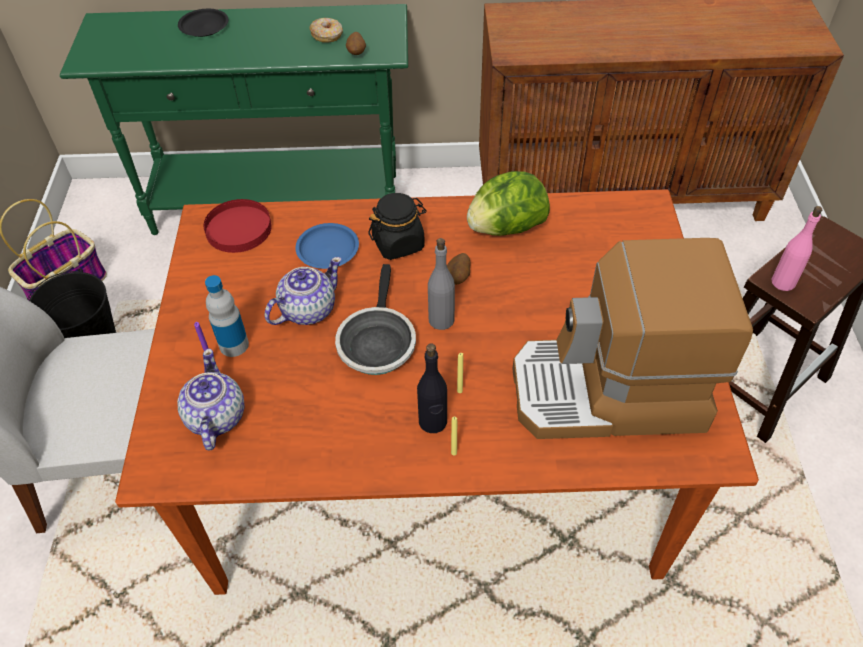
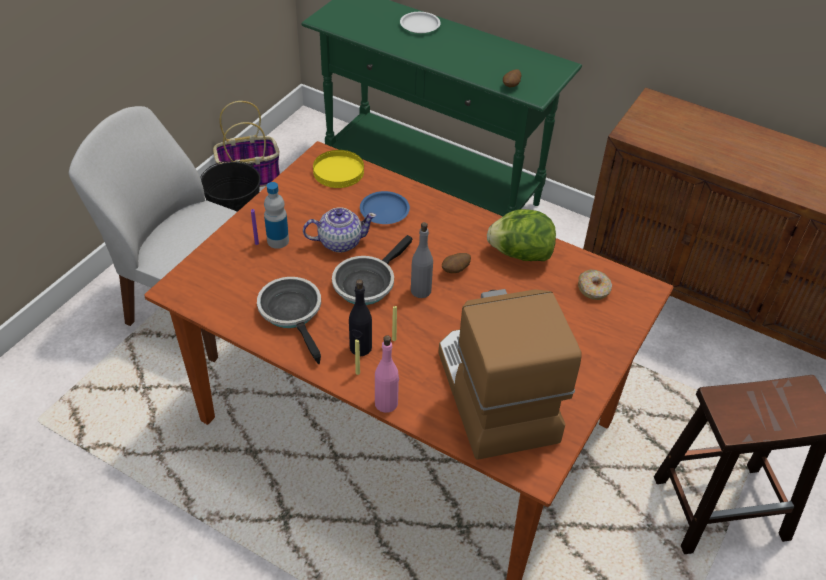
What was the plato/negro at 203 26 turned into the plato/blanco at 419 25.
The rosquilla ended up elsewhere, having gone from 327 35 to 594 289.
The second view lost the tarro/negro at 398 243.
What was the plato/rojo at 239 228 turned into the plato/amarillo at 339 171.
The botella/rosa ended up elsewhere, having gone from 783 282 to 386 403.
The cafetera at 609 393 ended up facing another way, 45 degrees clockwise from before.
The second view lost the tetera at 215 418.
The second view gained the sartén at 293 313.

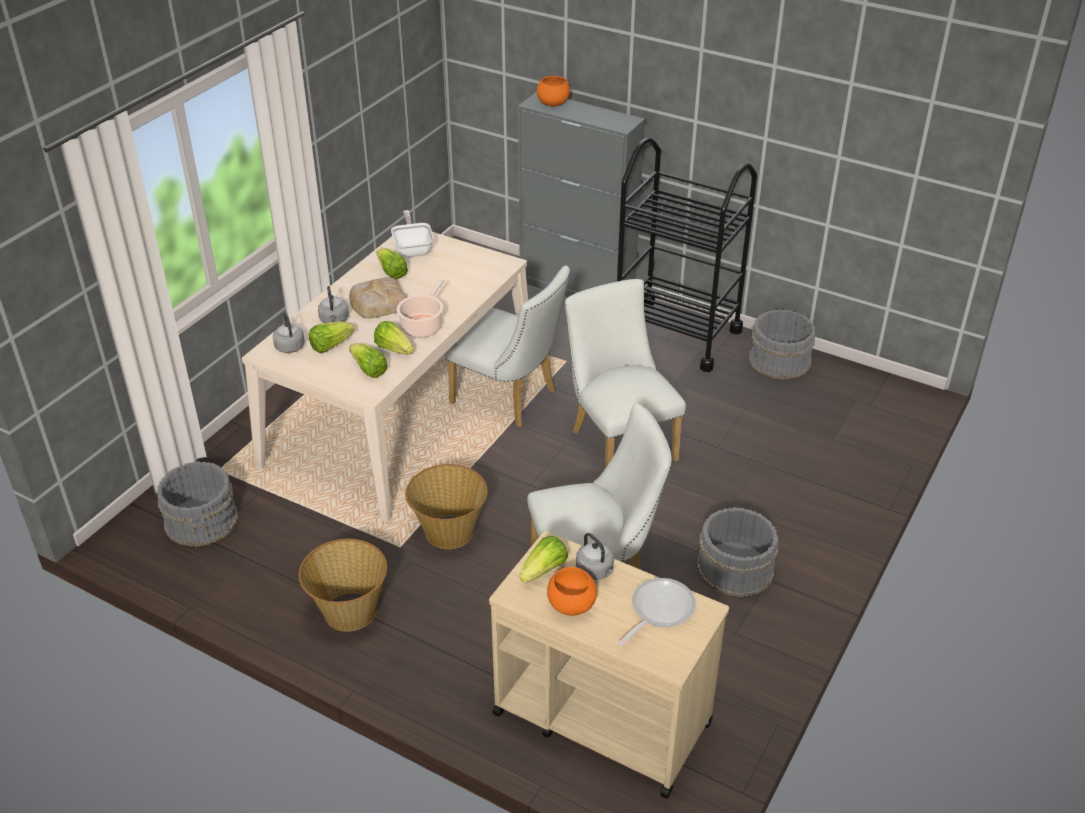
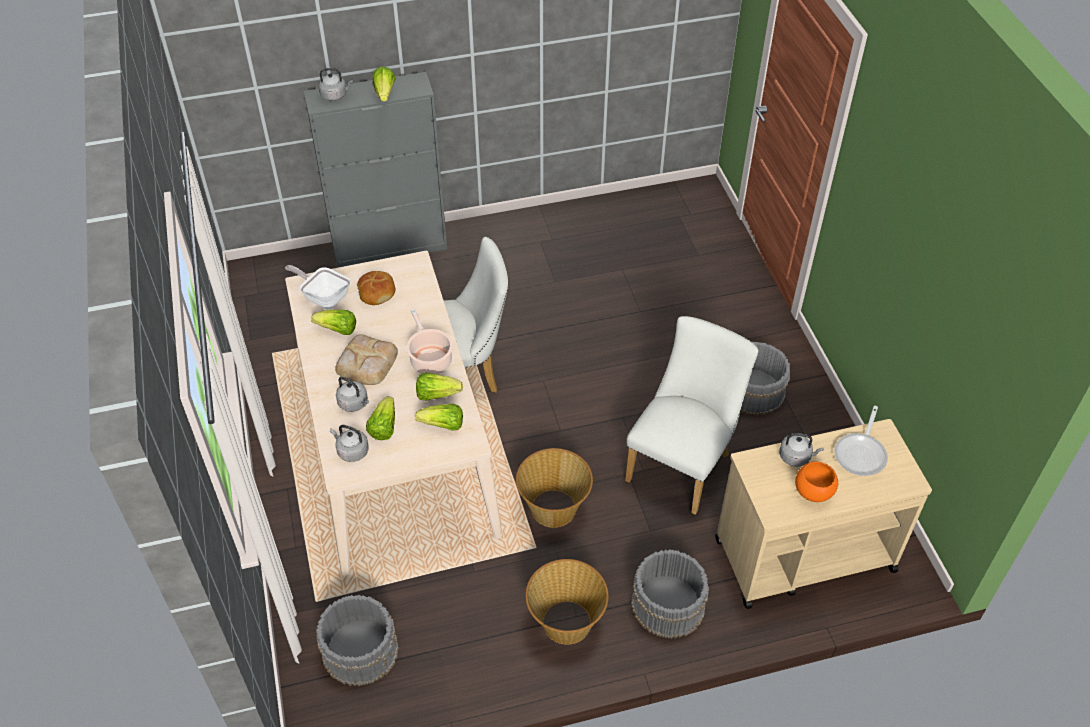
Where the cuenco/naranja stood at 554 103, the hervidor/gris came to stand at 335 95.
The second view lost the carrito/negro at 676 334.
The second view lost the silla/blanco at 619 441.
The cubo/gris ended up elsewhere, having gone from 778 359 to 667 605.
The lechuga ended up elsewhere, having gone from 544 570 to 385 93.
The sartén at 658 611 ended up facing another way, 150 degrees counterclockwise from before.
The second view gained the pan at 377 292.

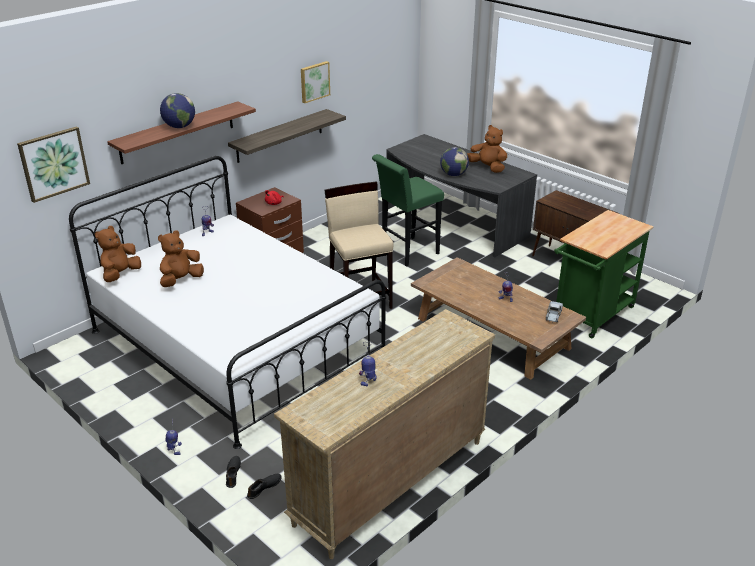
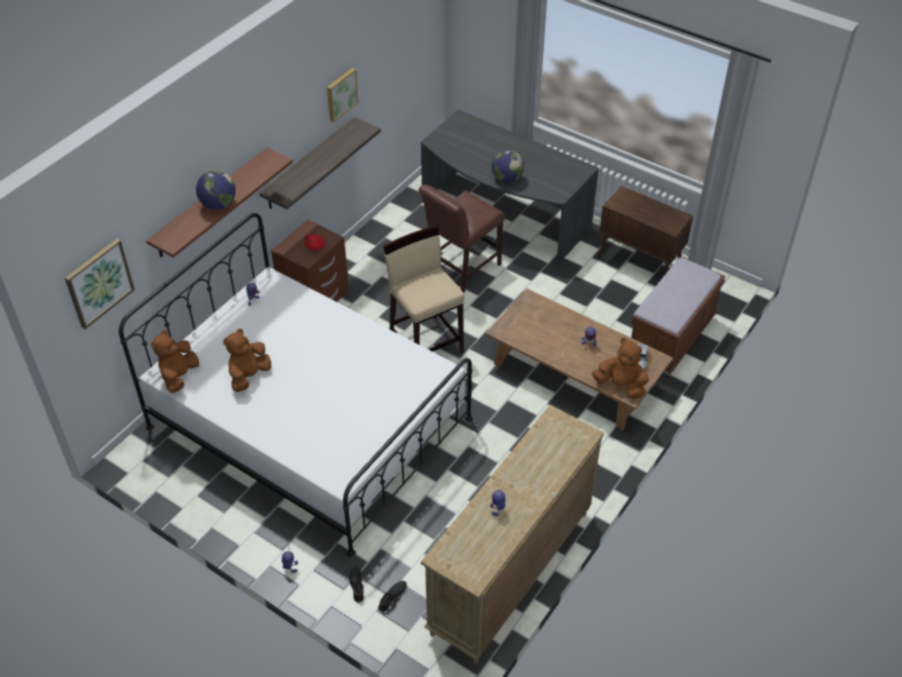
The peluche/marrón ended up elsewhere, having gone from 487 167 to 621 386.
Where the taburete/verde stood at 406 253, the silla/marrón came to stand at 460 269.
Where the carrito/verde stood at 590 316, the banco/marrón came to stand at 671 337.

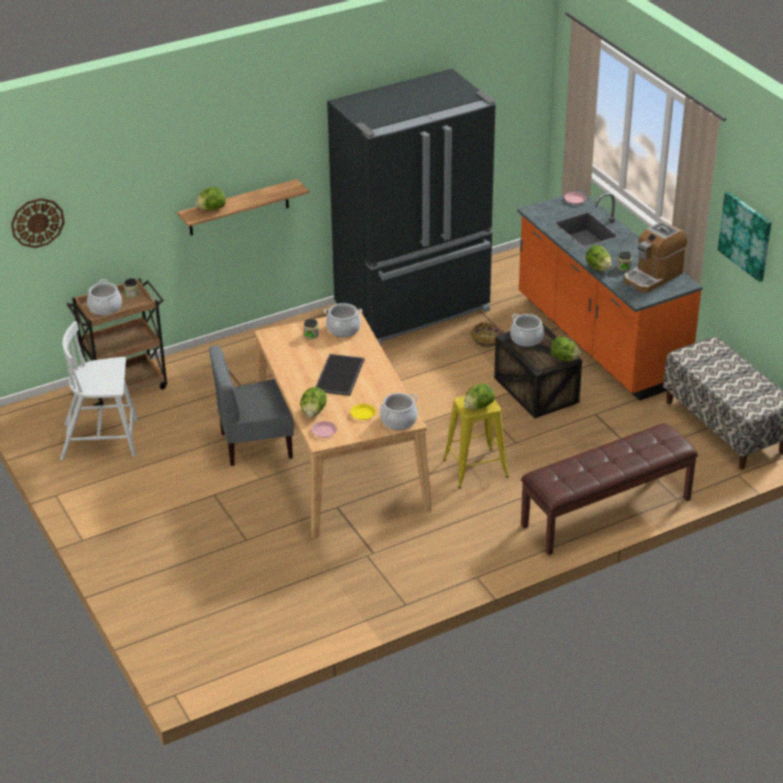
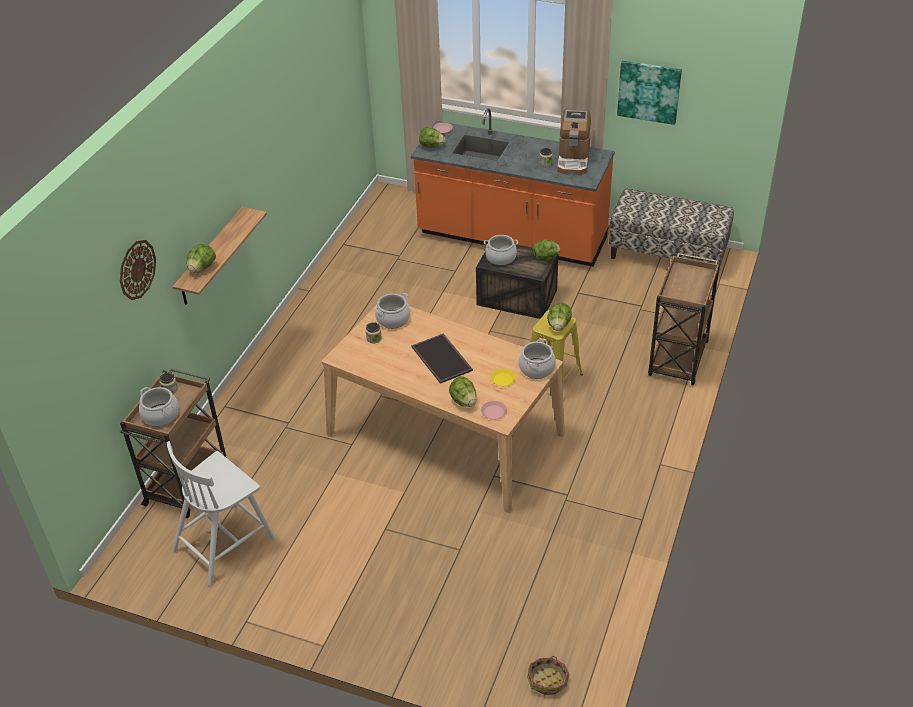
The second view lost the nevera/negro at 414 309.
The reloj de pared ended up elsewhere, having gone from 37 222 to 137 269.
The lechuga ended up elsewhere, having gone from 598 268 to 431 146.
The cesta ended up elsewhere, having gone from 487 340 to 548 680.
The second view lost the silla/gris at 256 445.
Where the banco/marrón stood at 606 513, the carrito/marrón came to stand at 678 360.

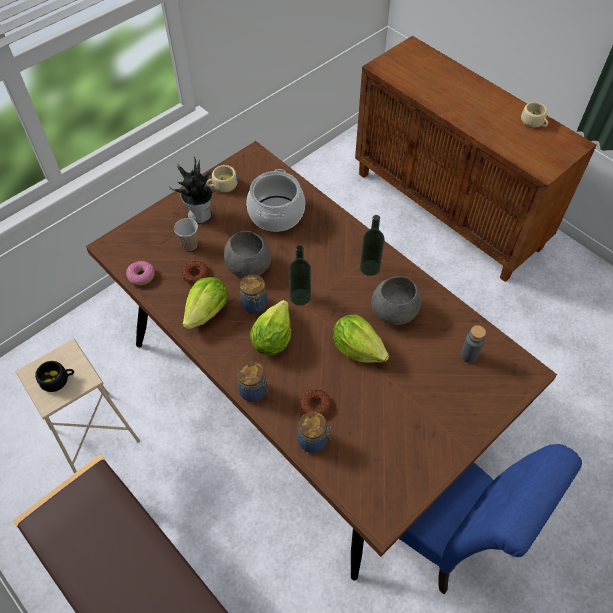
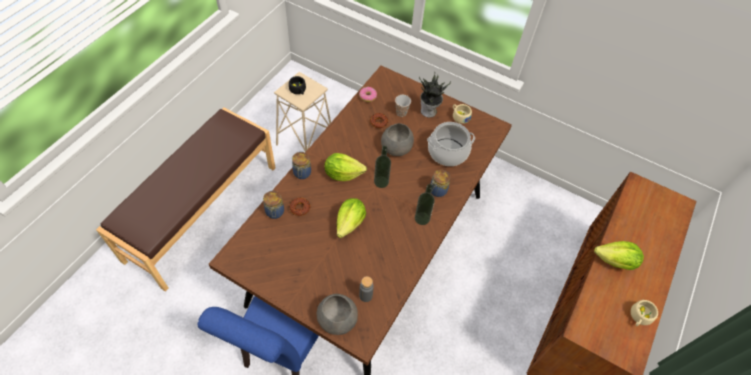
The tarro ended up elsewhere, having gone from 255 305 to 437 191.
The cuenco/gris ended up elsewhere, having gone from 395 310 to 338 319.
The lechuga ended up elsewhere, having gone from 207 312 to 615 262.

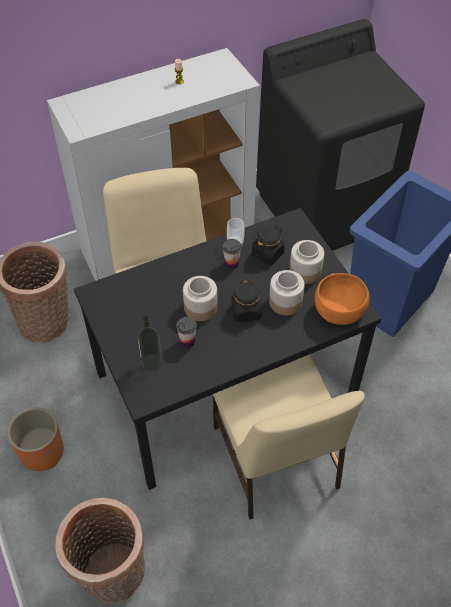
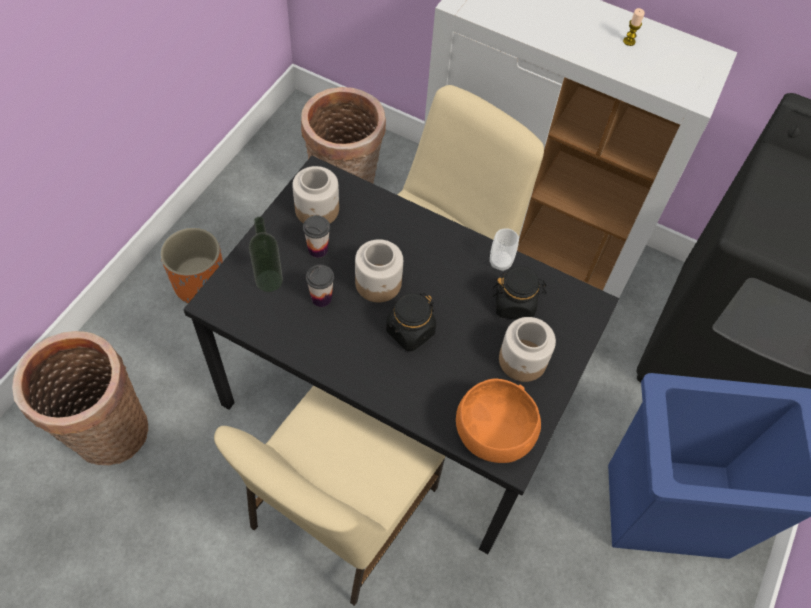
The taza ended up elsewhere, having gone from 231 264 to 318 249.
The tarro ended up elsewhere, having gone from 286 302 to 317 210.

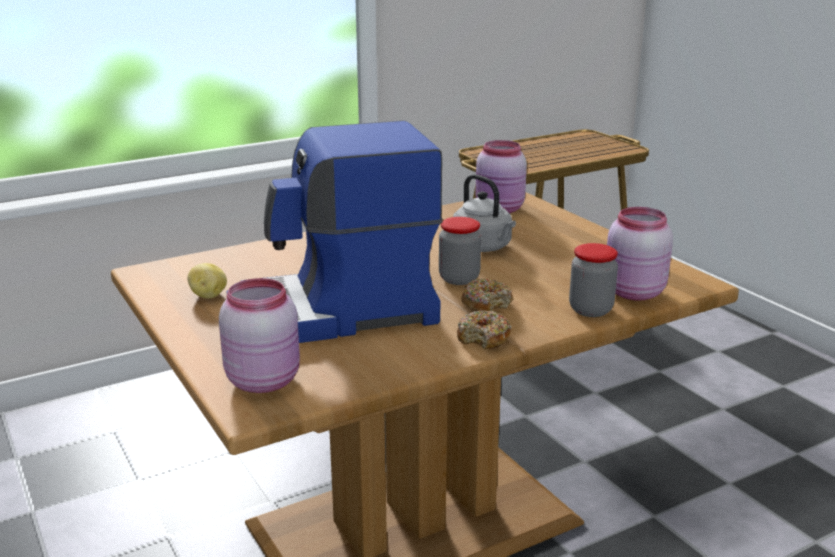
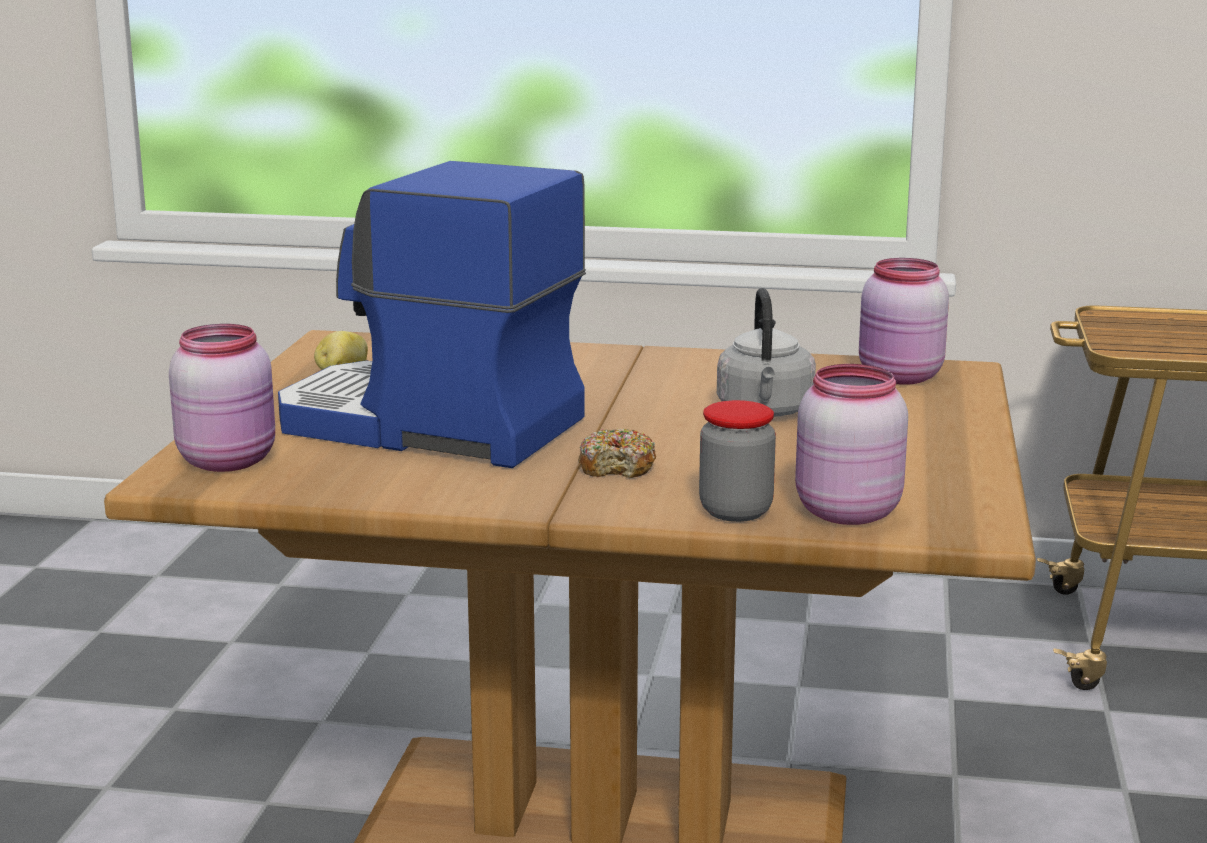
The second view lost the tarro at 459 278.
The second view lost the rosquilla at 484 338.

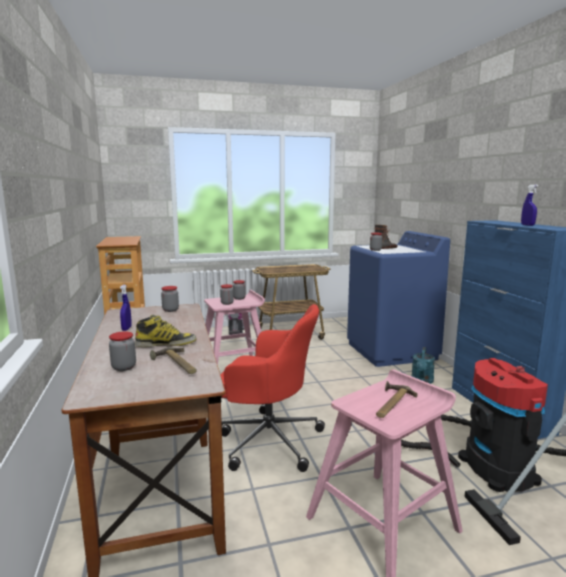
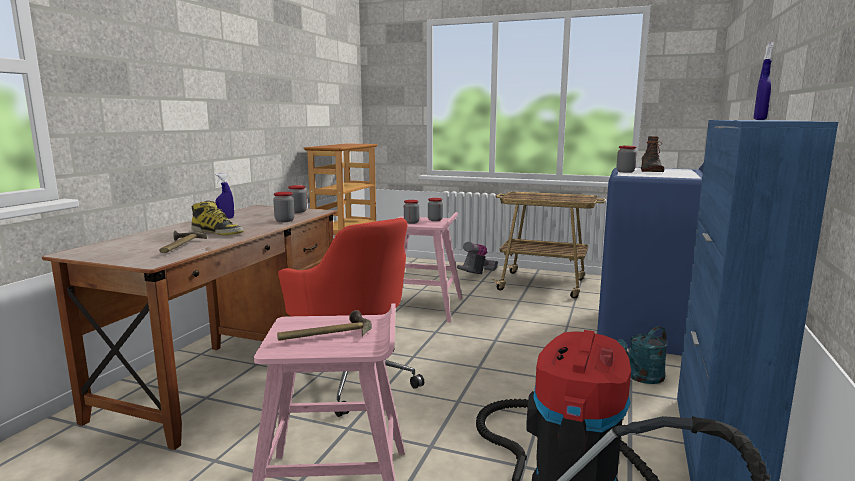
The tarro ended up elsewhere, having gone from 124 367 to 284 220.

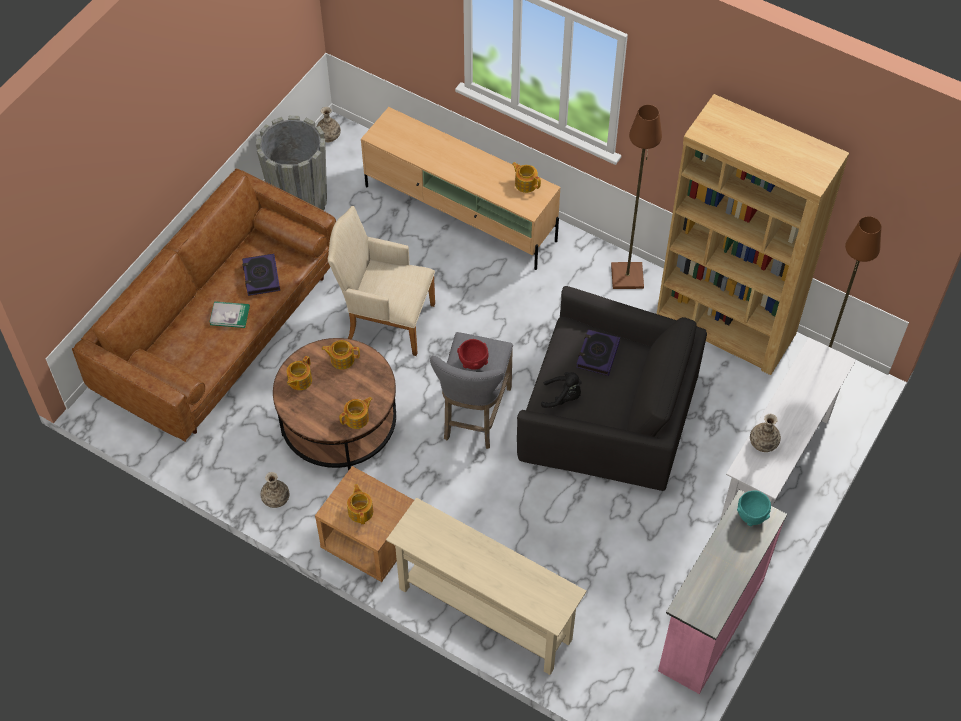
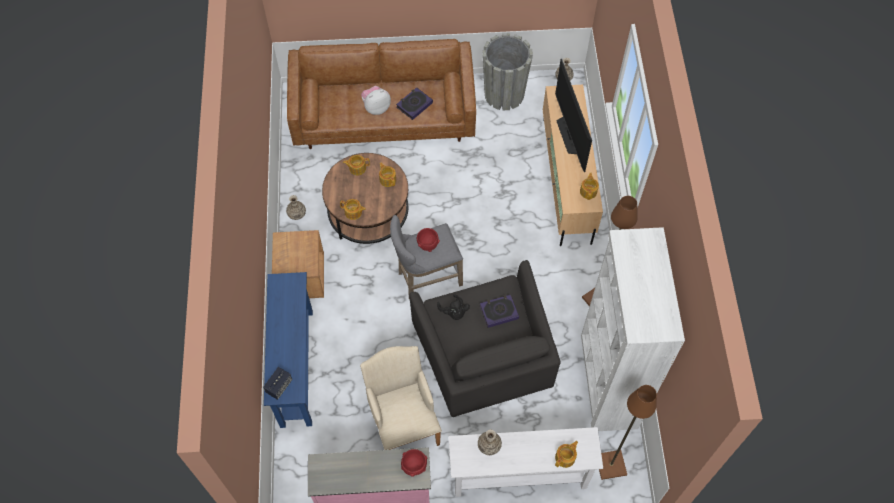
What was the estantería/marrón at 725 326 turned into the estantería/blanco at 607 381.
The sillón/beis ended up elsewhere, having gone from 385 320 to 403 422.
Where the libro stood at 229 315, the peluche came to stand at 376 107.
The tetera ended up elsewhere, having gone from 361 511 to 565 457.
What was the cuenco/turquesa at 752 515 turned into the cuenco/rojo at 414 466.
What was the mesa consola/beis at 484 614 turned into the mesa consola/azul at 296 367.
The second view gained the televisor at 570 135.
The second view gained the altavoz at 279 386.

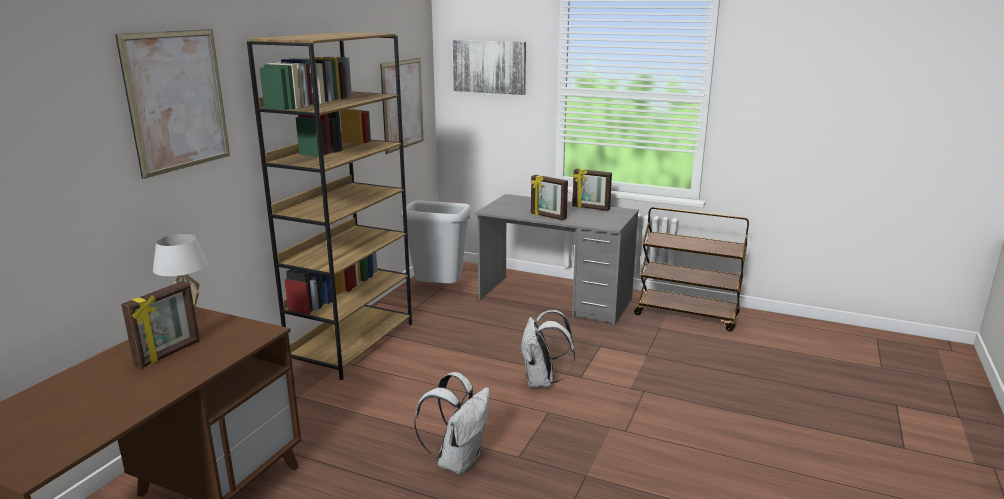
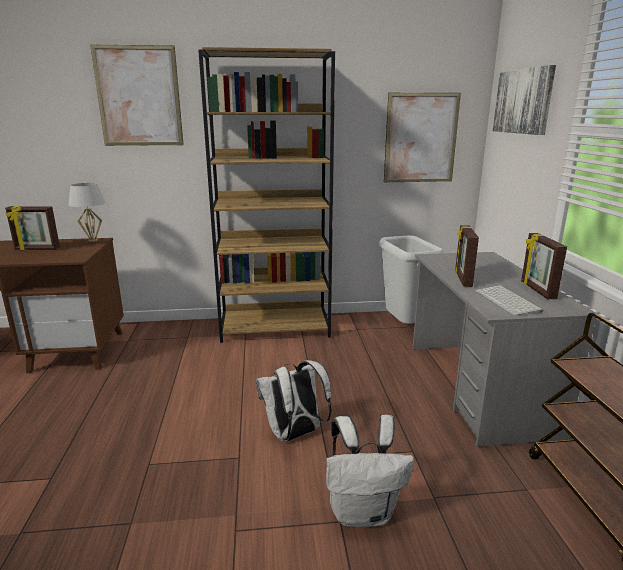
The mochila/blanco ended up elsewhere, having gone from 458 460 to 363 512.
The second view gained the teclado at 509 301.

